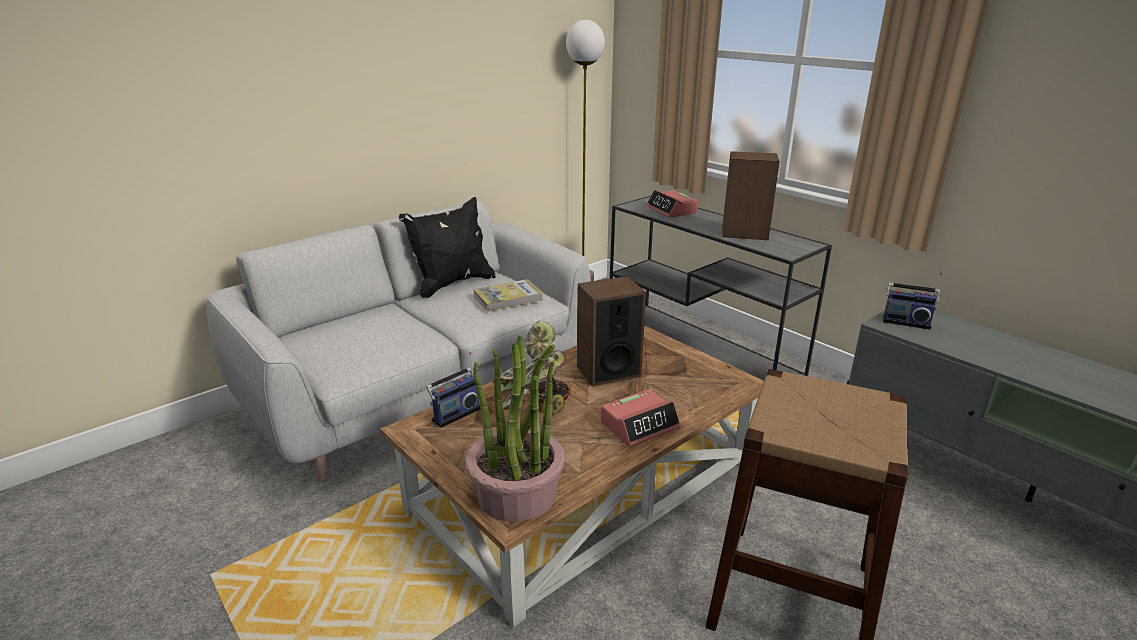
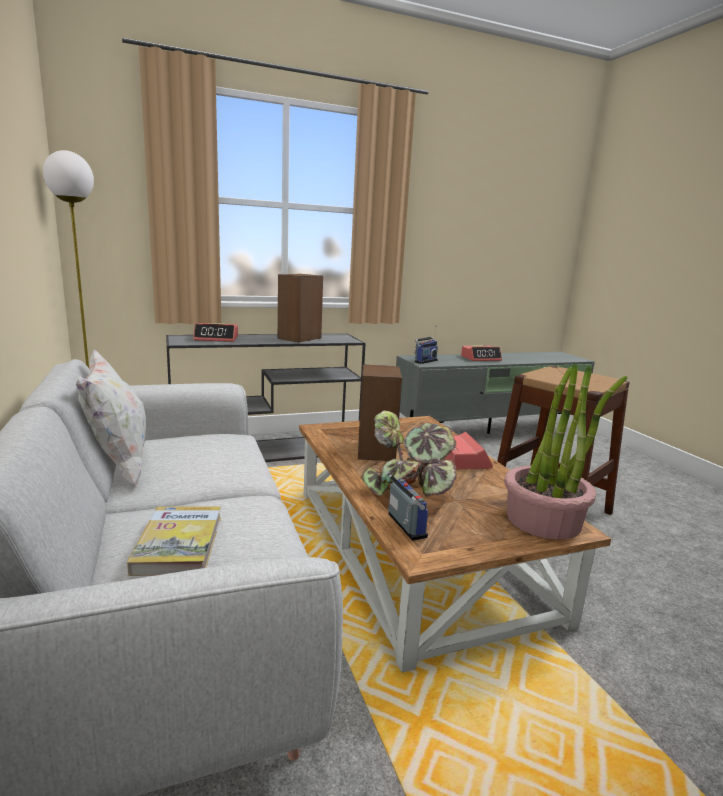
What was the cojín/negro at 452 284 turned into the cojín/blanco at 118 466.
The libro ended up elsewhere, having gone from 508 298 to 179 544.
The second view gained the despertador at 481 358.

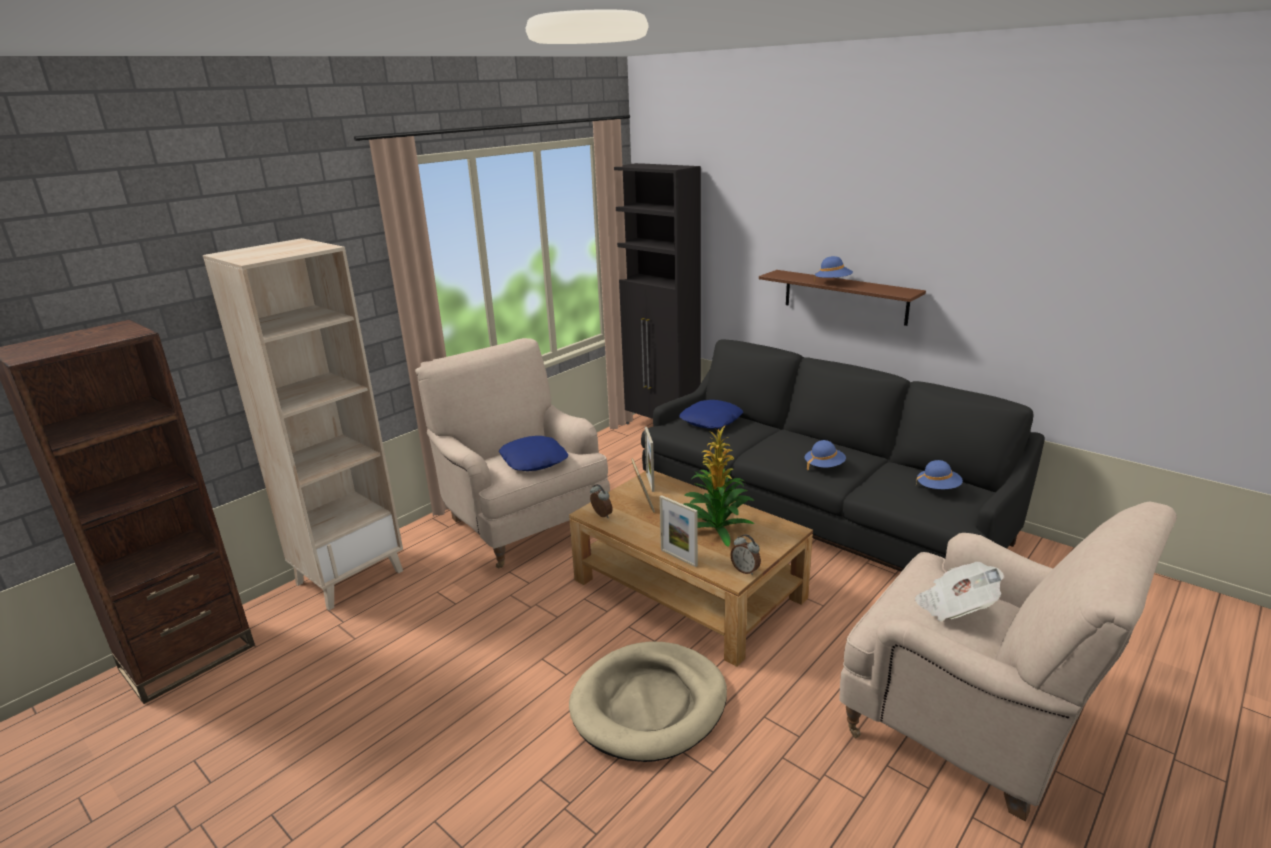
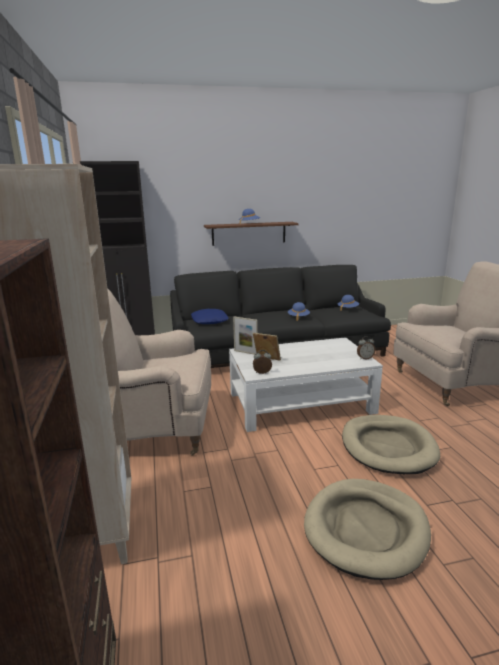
The second view lost the planta en maceta at 717 527.
The second view lost the cojín/azul at 534 460.
What was the mesa de centro/marrón at 688 589 turned into the mesa de centro/blanco at 301 402.
The second view lost the portarretratos at 678 558.
The second view lost the periódico at 955 607.
The second view gained the cama para perro/beis at 366 529.

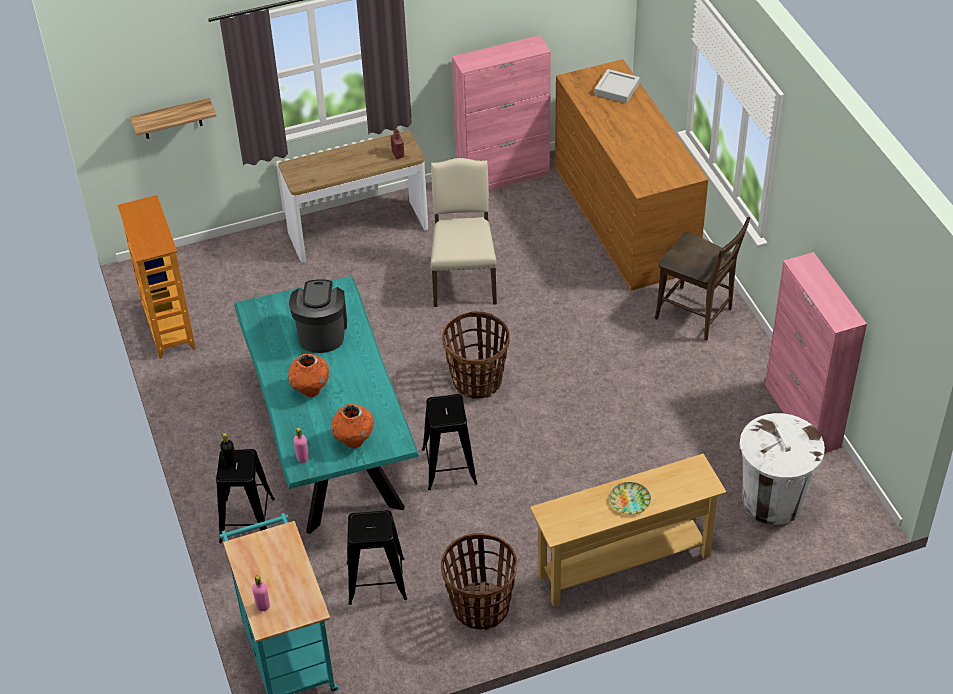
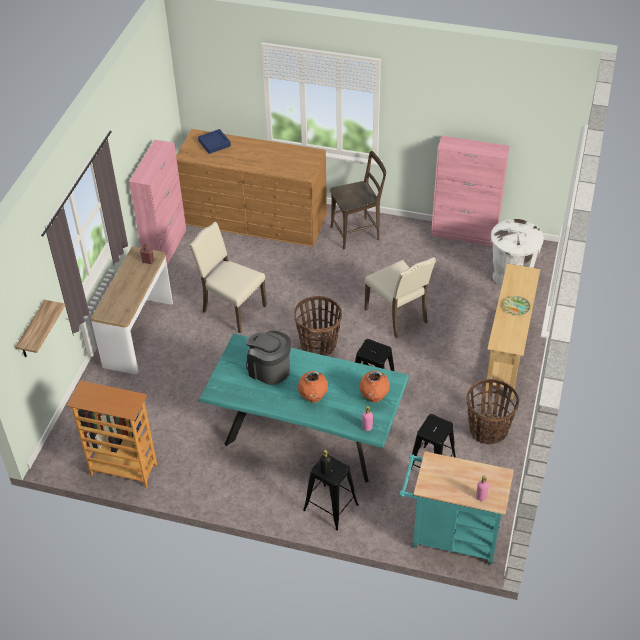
What was the bandeja/gris at 616 89 turned into the bandeja/azul at 214 143.
The second view gained the silla/beis at 398 316.

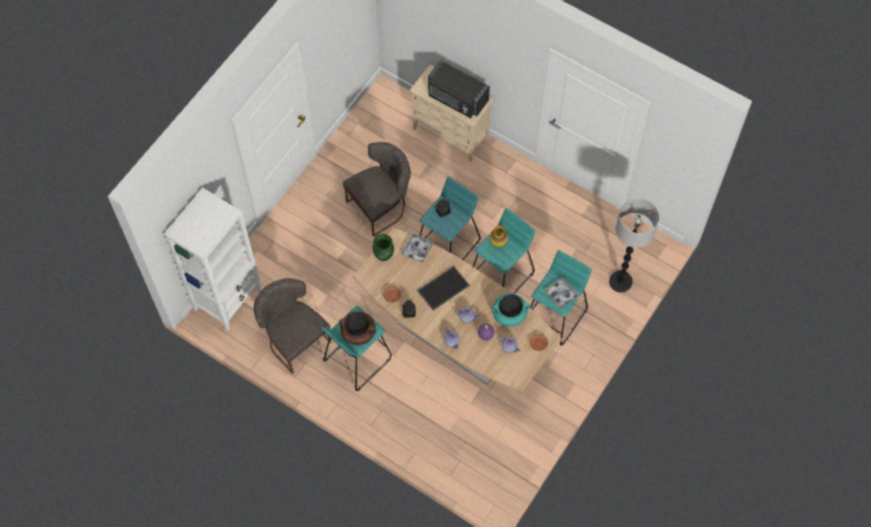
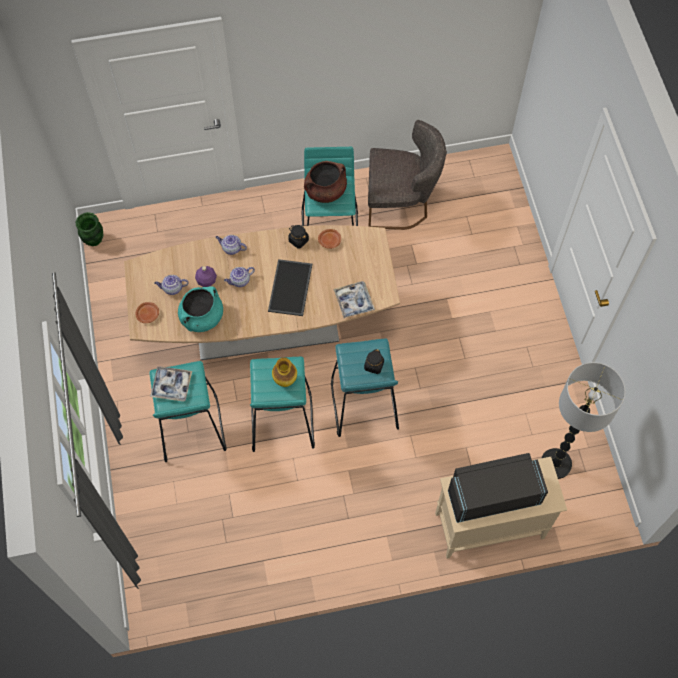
The second view lost the silla/gris at 381 206.
The second view lost the estantería/blanco at 228 299.
The lámpara de pie ended up elsewhere, having gone from 620 282 to 555 464.
The florero/verde ended up elsewhere, having gone from 384 255 to 93 240.

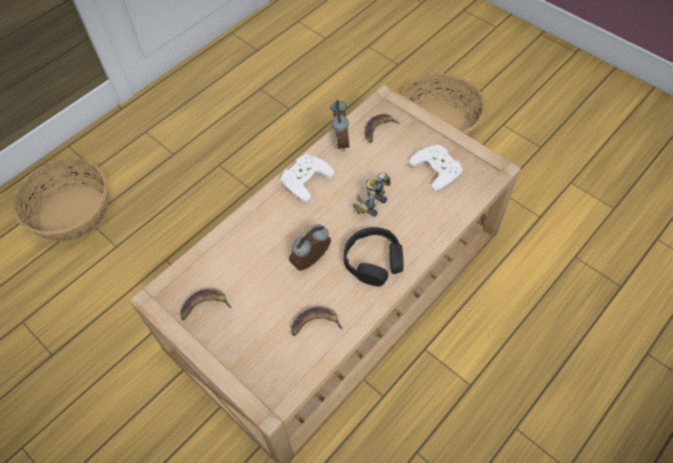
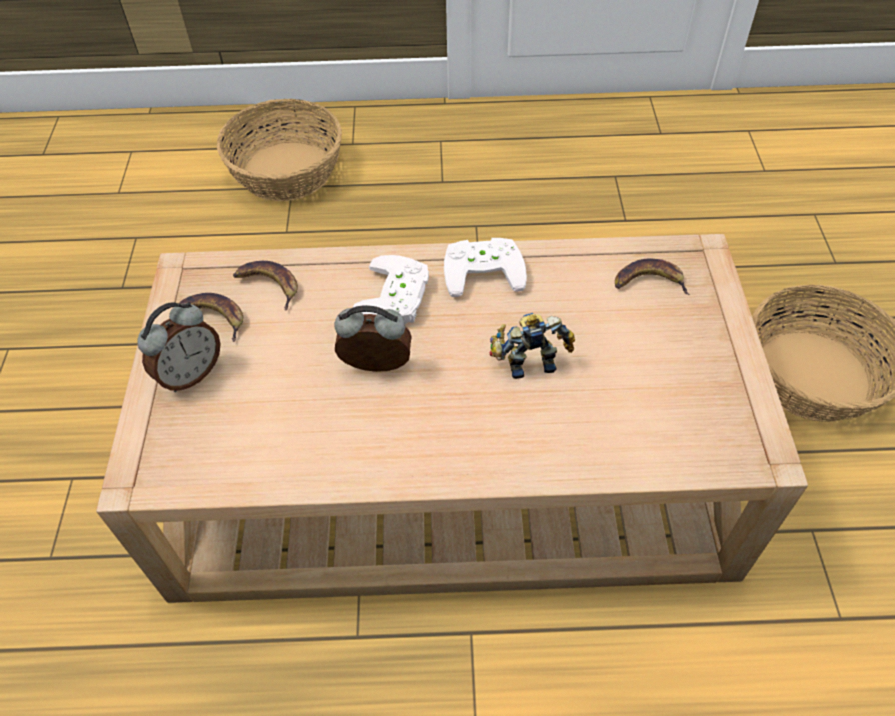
The despertador ended up elsewhere, having gone from 340 141 to 190 374.
The mando de consola/blanco ended up elsewhere, having gone from 439 168 to 398 297.
The second view lost the auriculares/negro at 373 261.
The plátano ended up elsewhere, having gone from 315 324 to 268 285.

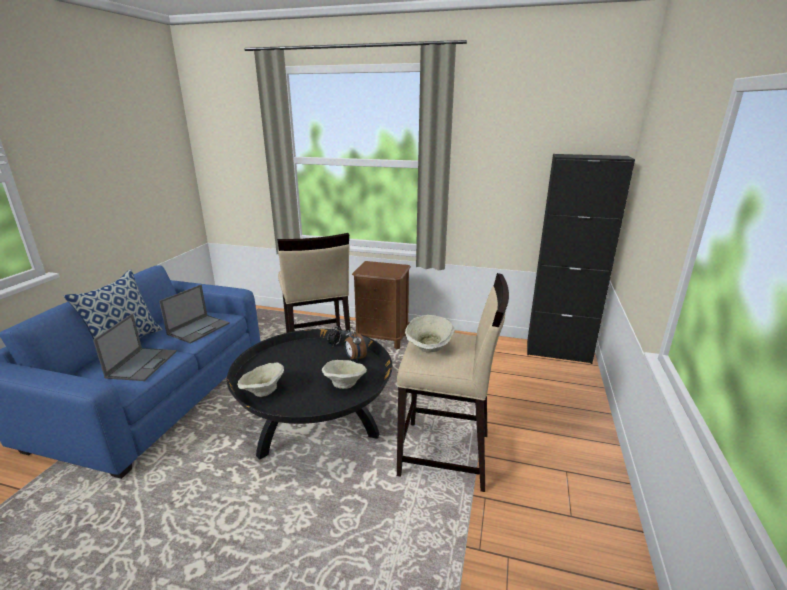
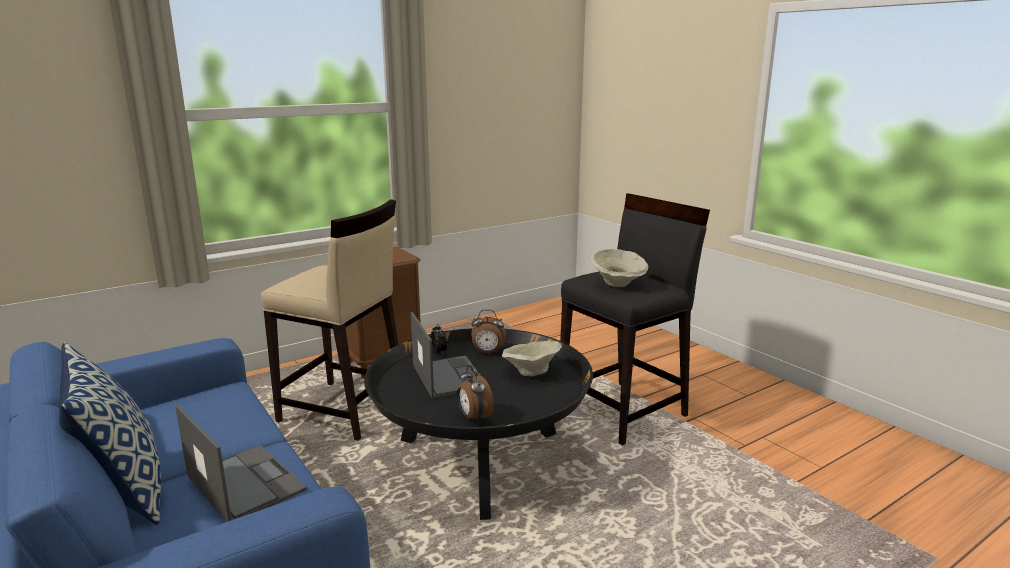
The second view lost the armario/negro at 558 352.
What was the taburete/beis at 445 455 turned into the taburete/negro at 623 412.
The portátil ended up elsewhere, having gone from 199 328 to 448 377.
Where the cuenco/beis stood at 263 392, the despertador came to stand at 473 417.

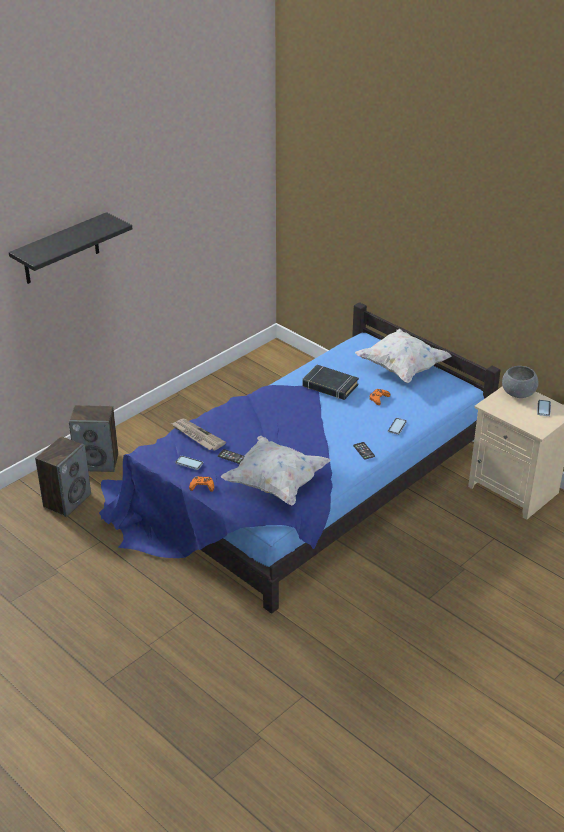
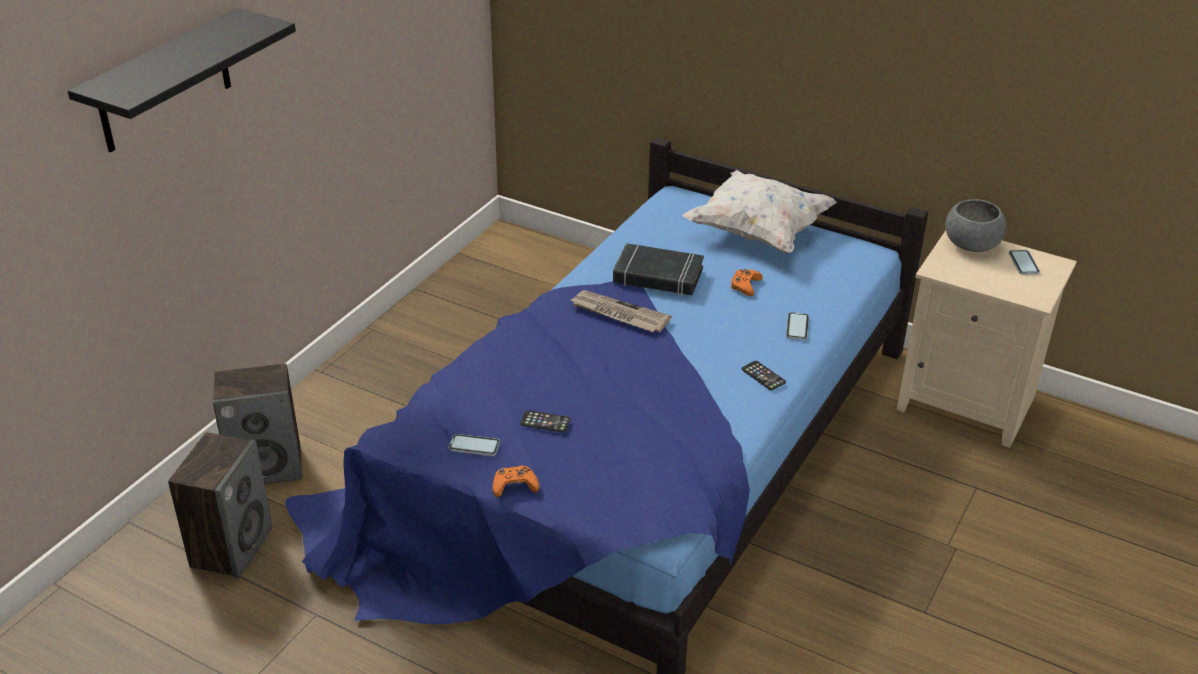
The periódico ended up elsewhere, having gone from 197 436 to 618 314.
The second view lost the cojín/blanco at 275 483.

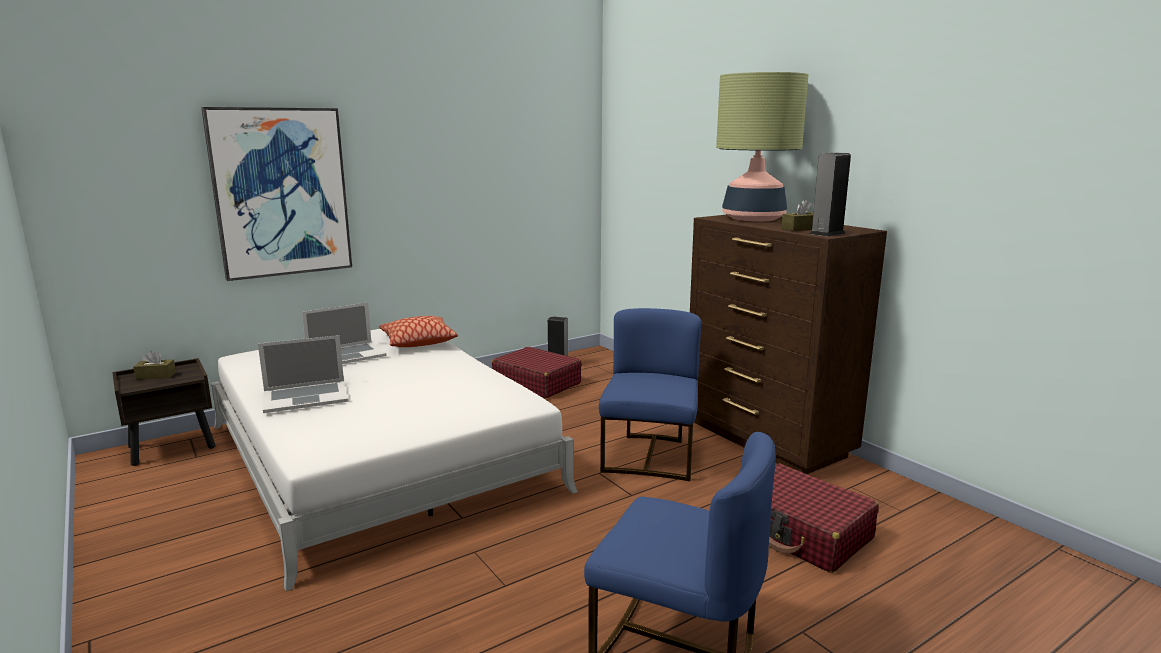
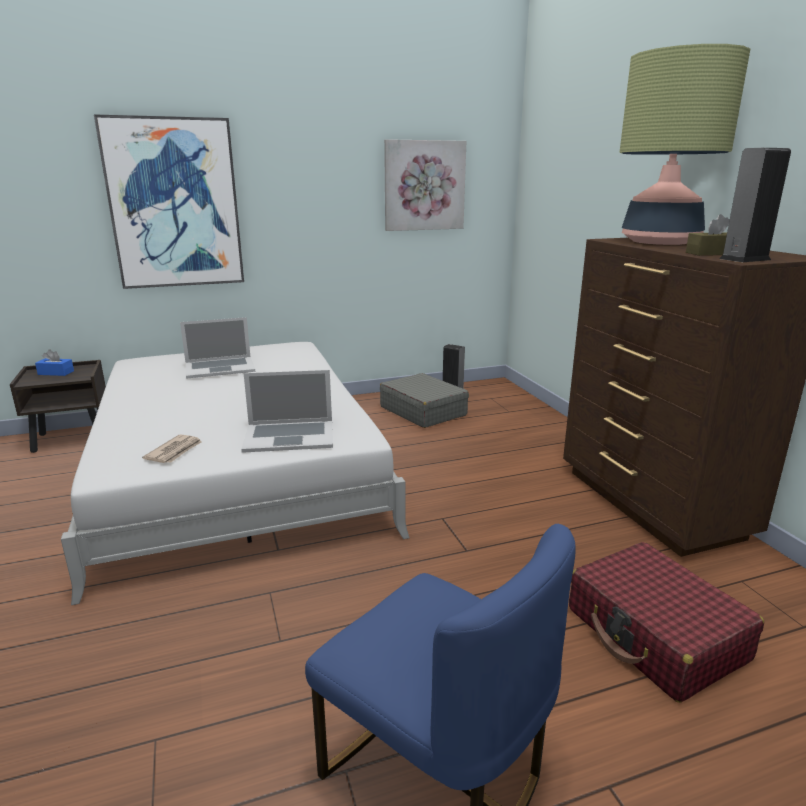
The second view lost the silla/azul at 650 456.
The second view lost the cojín at 418 341.
The portátil ended up elsewhere, having gone from 305 397 to 289 436.
What was the maleta/rojo at 536 383 turned into the maleta/gris at 423 411.
What was the caja de pañuelos/marrón at 156 375 turned into the caja de pañuelos/azul at 56 373.
The second view gained the cuadro at 424 186.
The second view gained the periódico at 175 451.

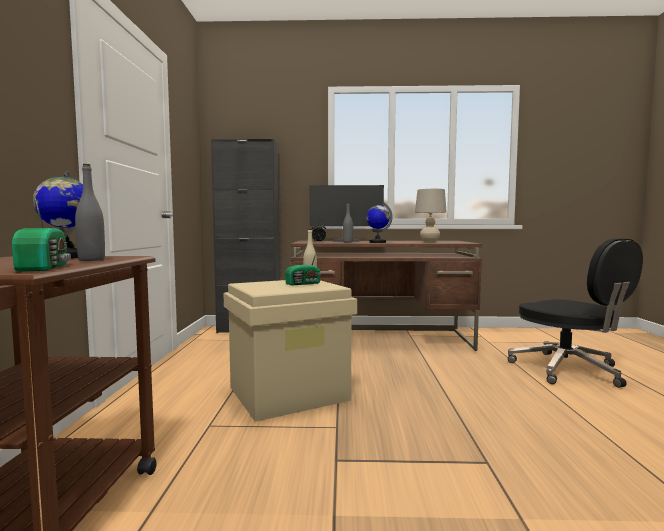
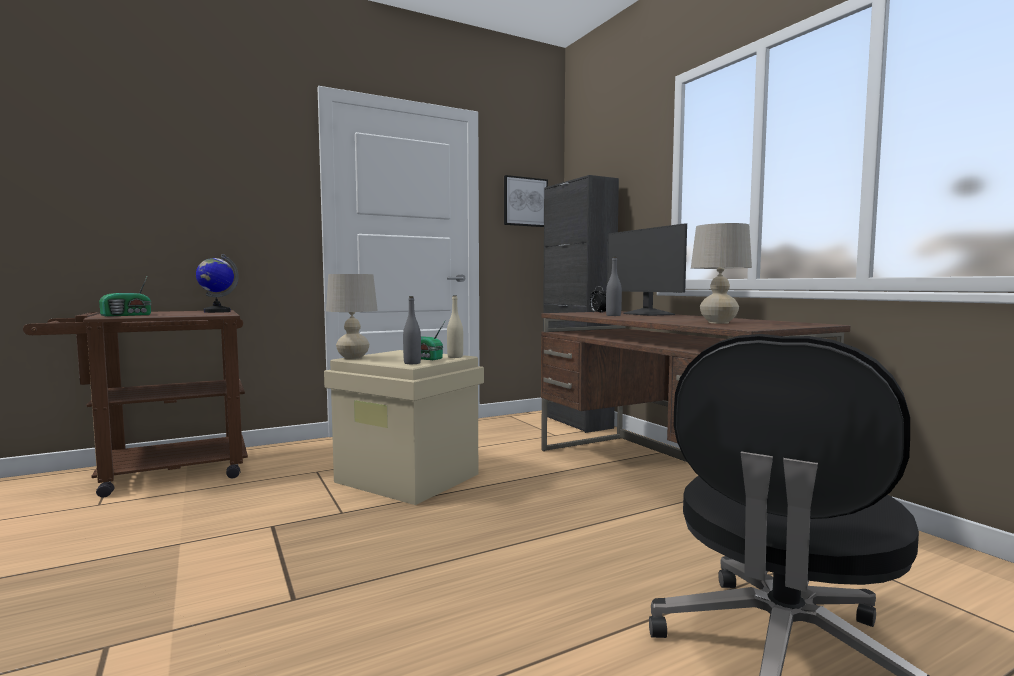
The botella/gris ended up elsewhere, having gone from 91 260 to 412 363.
The second view lost the globo terráqueo at 377 242.
The second view gained the cuadro at 525 202.
The second view gained the lámpara de mesa/beis at 353 358.

